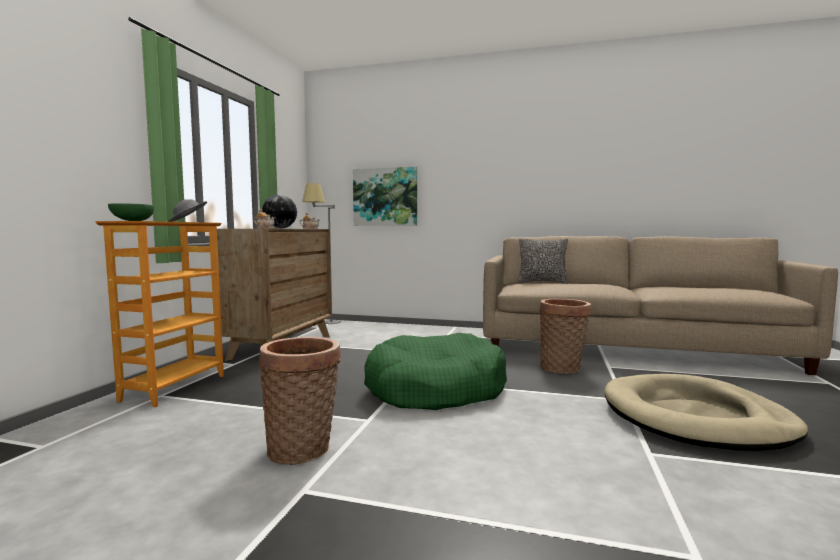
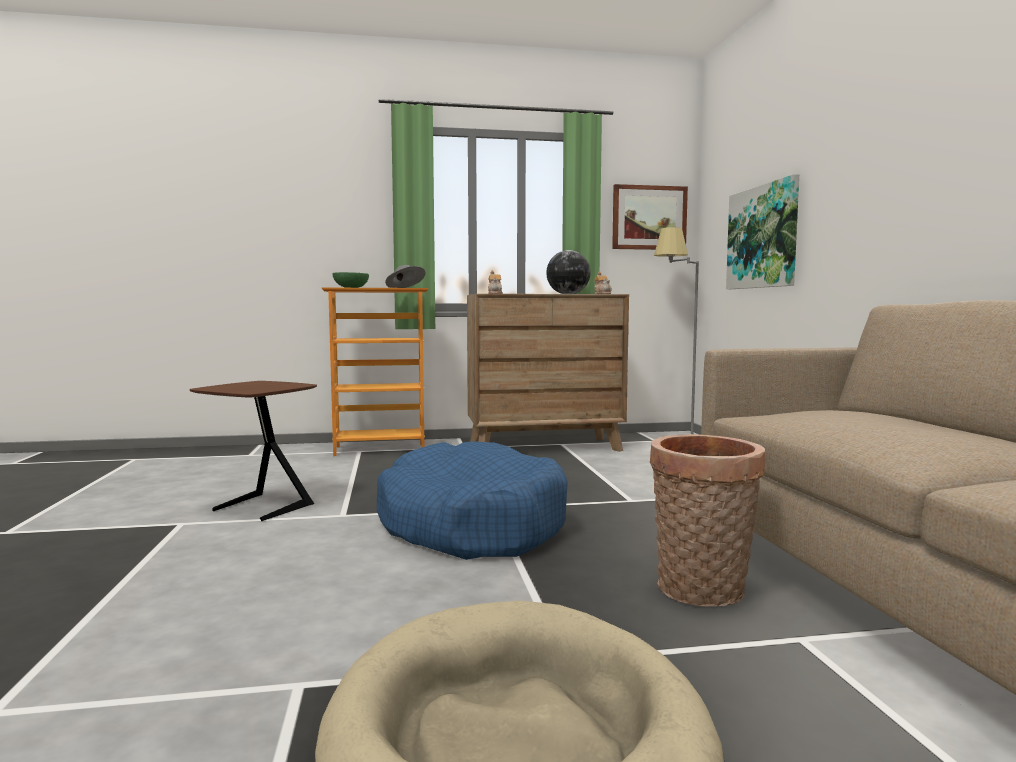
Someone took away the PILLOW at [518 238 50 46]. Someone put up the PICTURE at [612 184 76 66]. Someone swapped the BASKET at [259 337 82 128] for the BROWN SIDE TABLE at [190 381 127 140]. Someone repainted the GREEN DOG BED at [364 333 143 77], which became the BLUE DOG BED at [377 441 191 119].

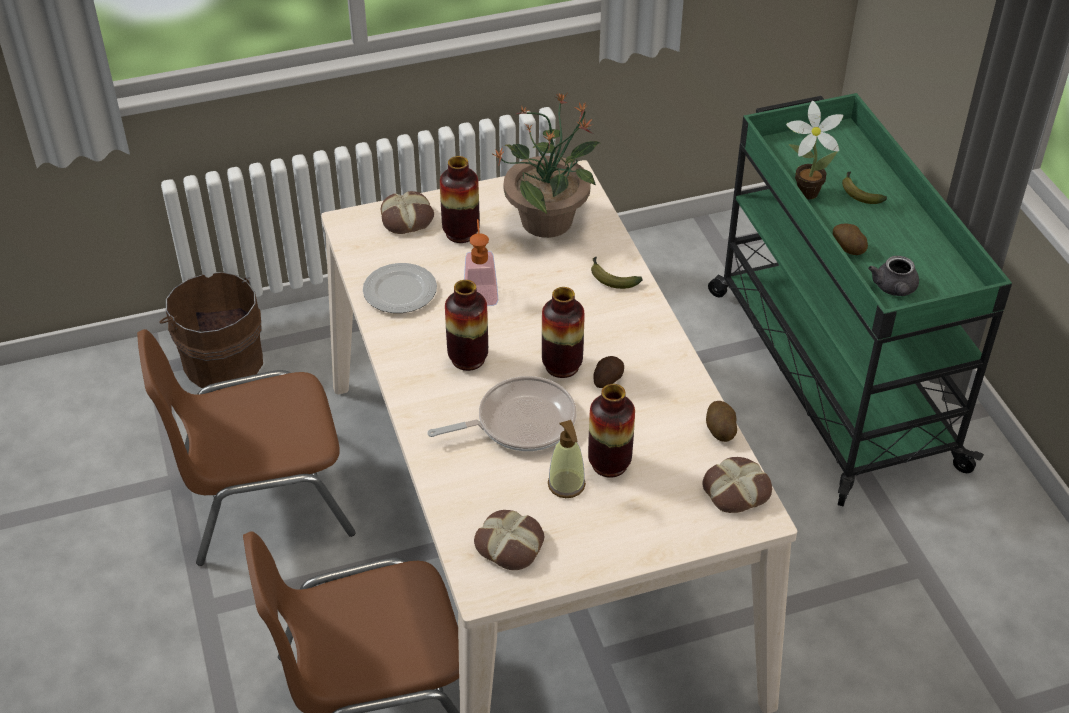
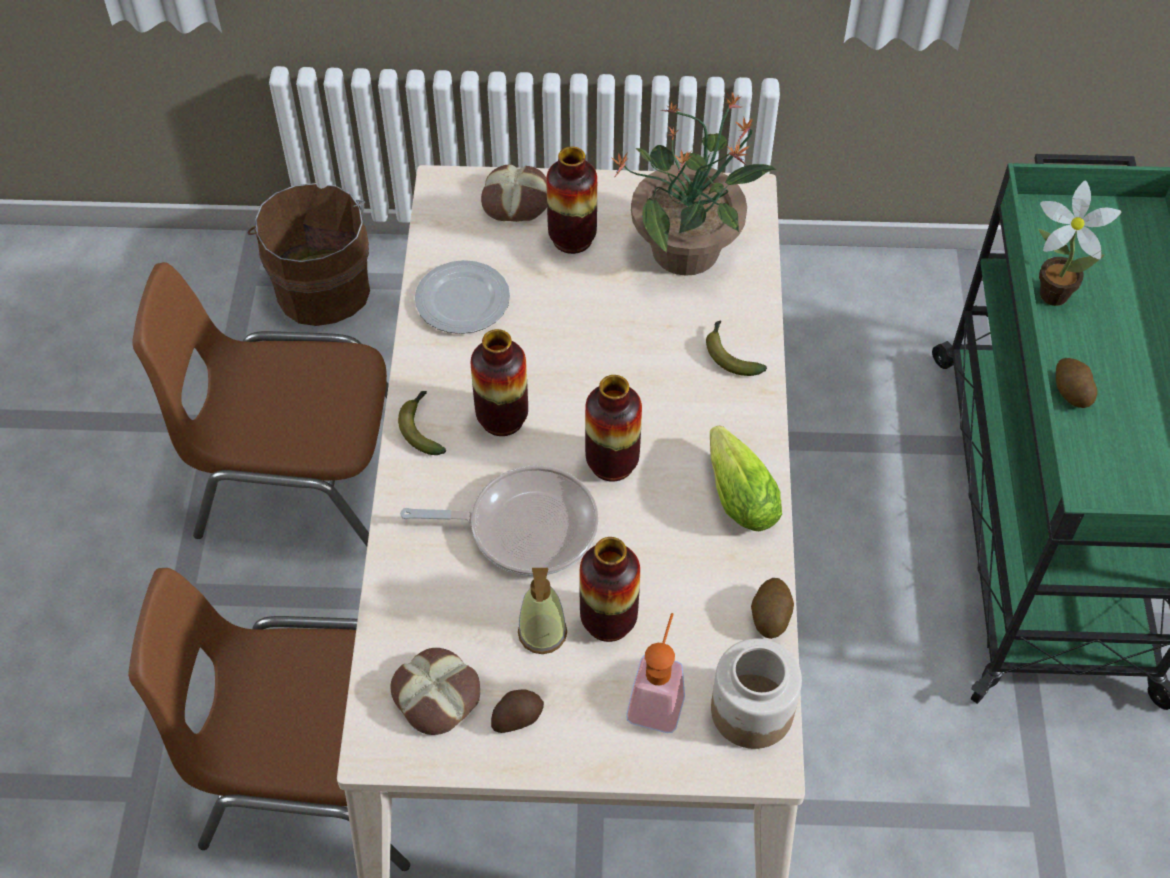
Someone took away the GREY TEAPOT at [868 256 51 40]. Someone put down the LETTUCE at [710 426 72 105]. Someone carried the SOAP DISPENSER from [464 219 35 87] to [626 613 59 120]. Someone carried the POTATO from [593 356 31 32] to [491 689 53 44]. Someone carried the BANANA from [842 171 45 33] to [398 391 48 64]. Someone swapped the BREAD at [702 457 70 56] for the JAR at [711 638 91 111].

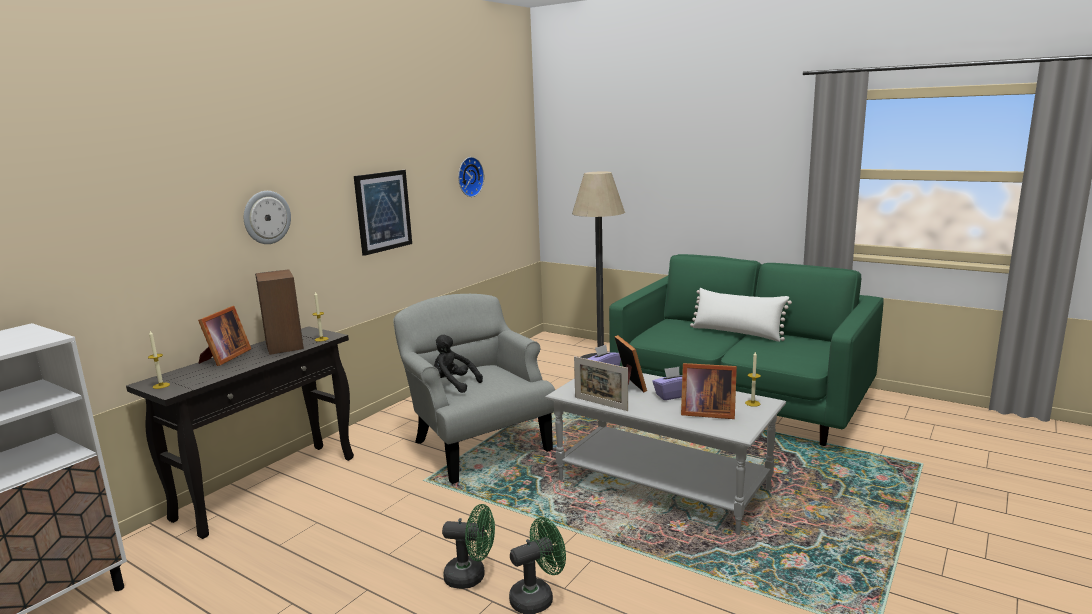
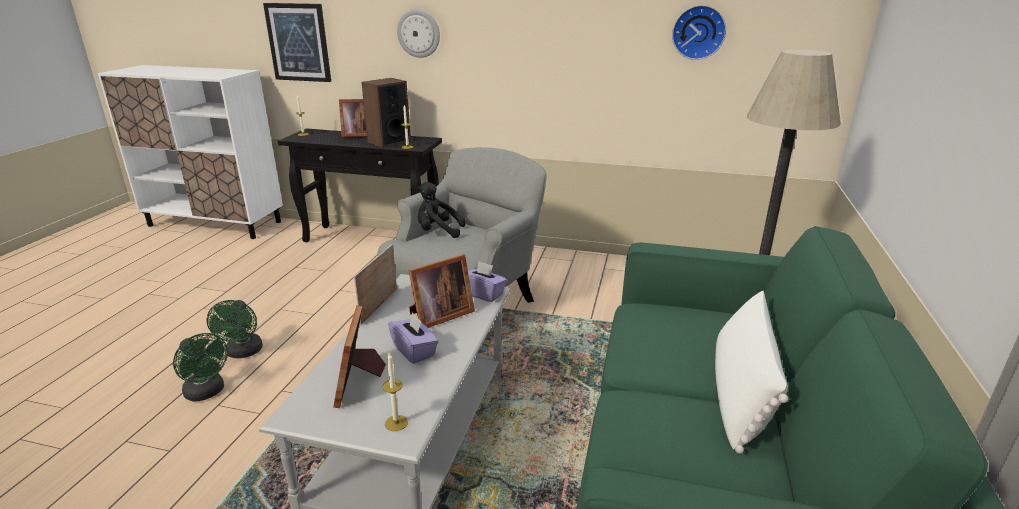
Someone carried the PICTURE from [354 170 58 86] to [263 3 68 79]. Someone rotated the BLACK PLUSH TOY at [434 335 49 58] by 90 degrees counterclockwise.

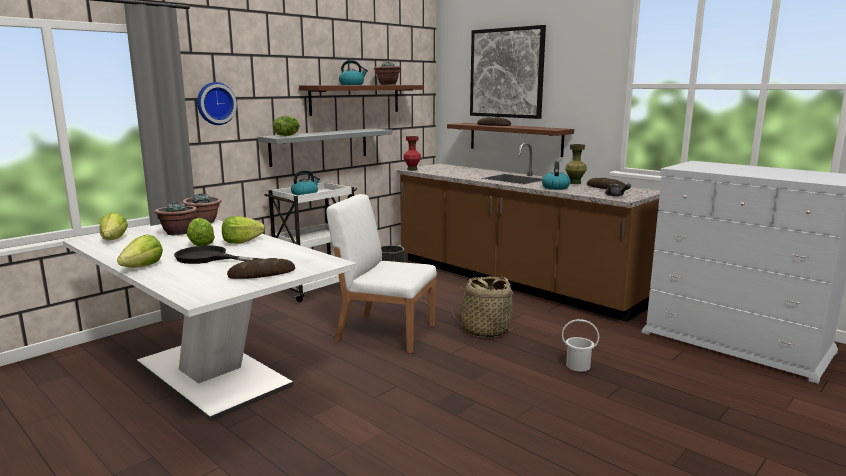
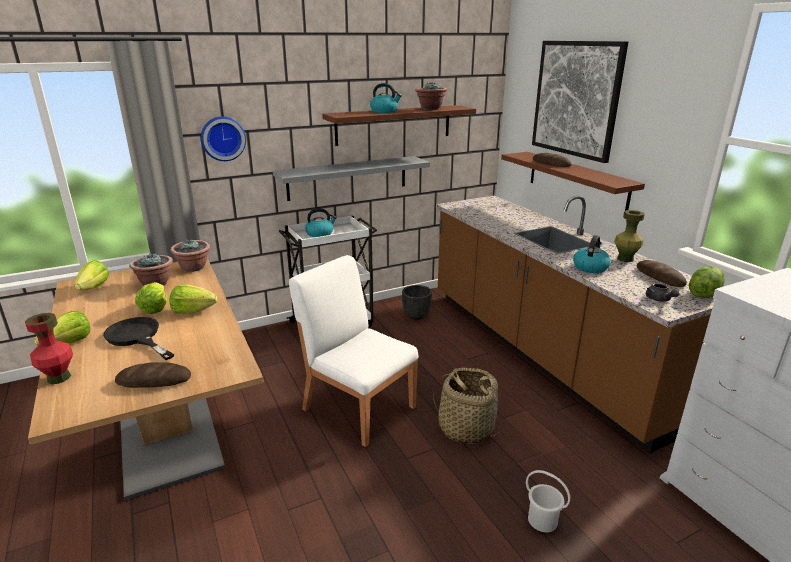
Someone carried the LETTUCE from [273 116 27 20] to [689 266 36 32]. Someone carried the RED VASE from [404 136 17 35] to [25 313 48 71]. Someone repainted the WHITE DINING TABLE at [63 219 294 202], which became the BROWN DINING TABLE at [28 258 236 243].

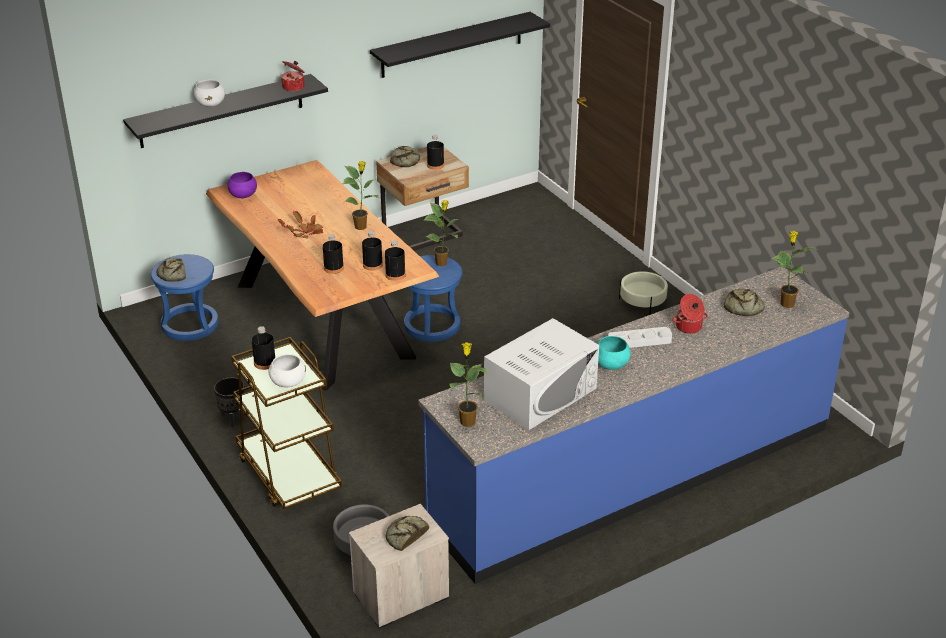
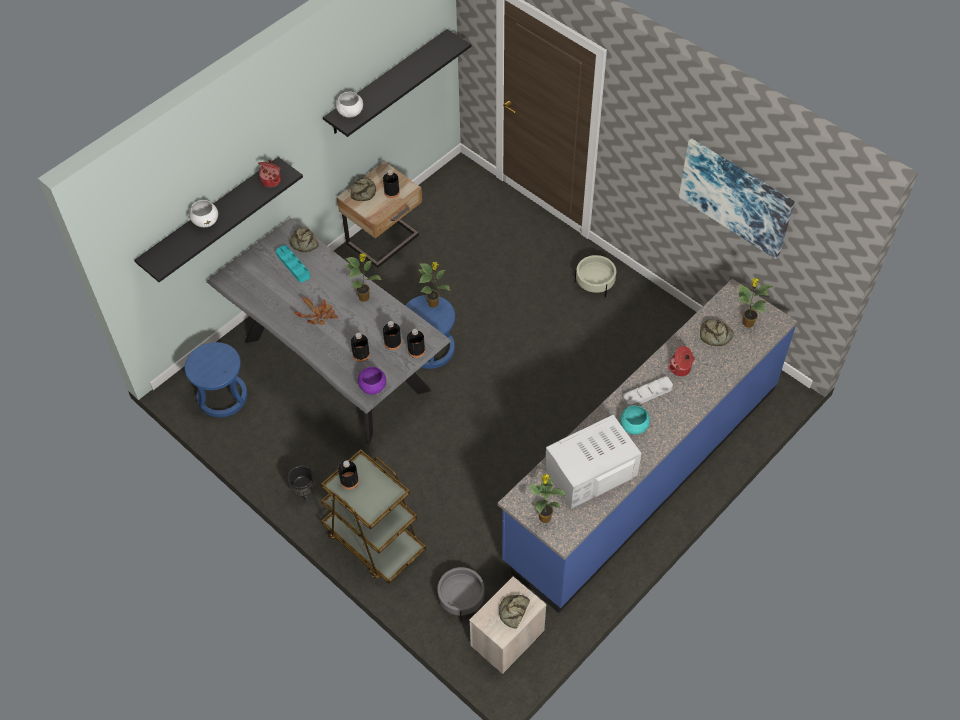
Someone put down the TURQUOISE TRAY at [276 245 34 37]. Someone put up the PICTURE at [679 138 116 121]. Someone carried the BREAD from [156 258 30 24] to [290 227 29 25]. Someone carried the PURPLE BOWL from [228 172 29 26] to [358 367 28 27]. Someone carried the WHITE BOWL from [269 354 37 33] to [336 92 27 26]. Someone repainted the BROWN DINING TABLE at [206 160 233 231], which became the GREY DINING TABLE at [207 218 244 227]. Someone rotated the WHITE MICROWAVE at [484 318 115 112] by 150 degrees counterclockwise.

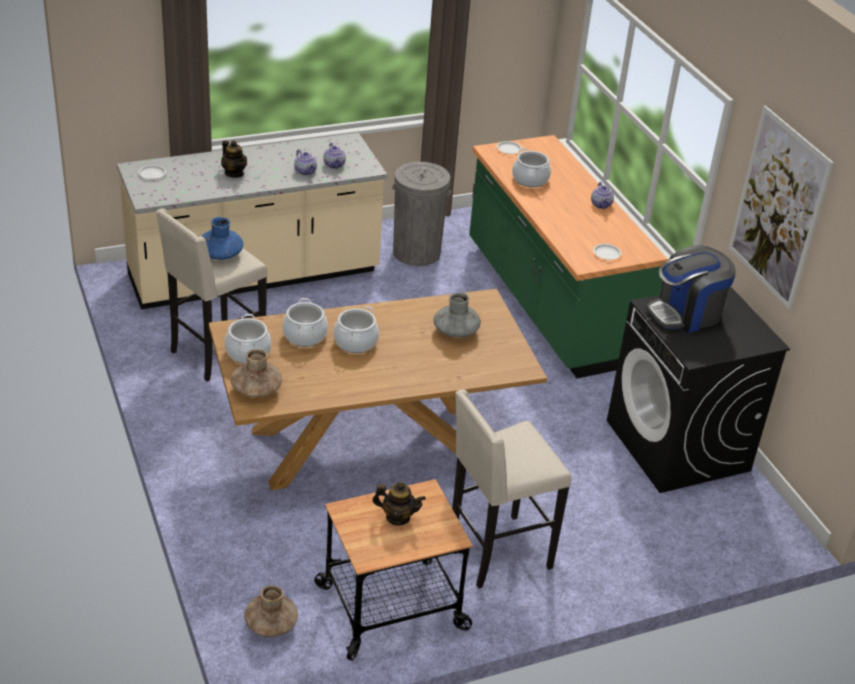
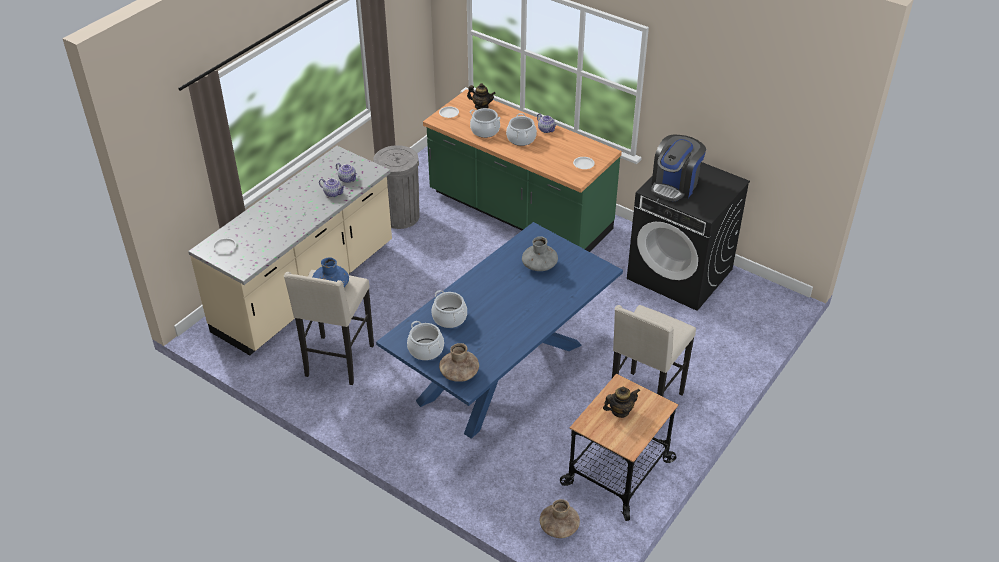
Someone took away the PICTURE at [728 106 106 204]. Someone carried the TEAPOT from [221 140 26 38] to [467 83 29 26]. Someone carried the COOKING POT from [333 306 46 47] to [506 113 31 33]. Someone repainted the BROWN DINING TABLE at [209 289 338 201], which became the BLUE DINING TABLE at [376 222 247 217].

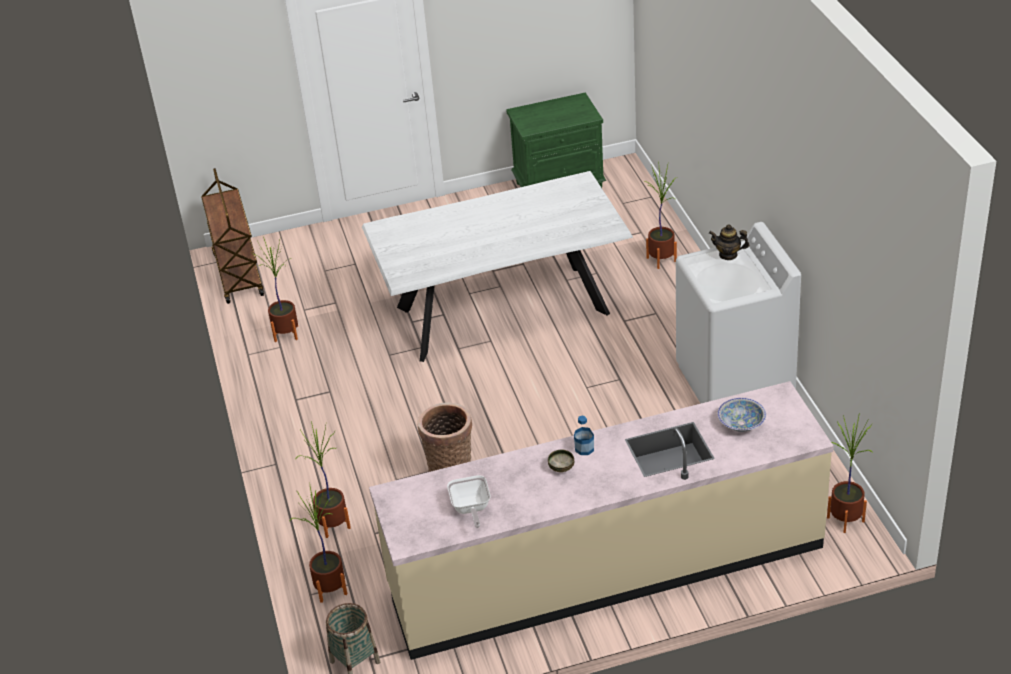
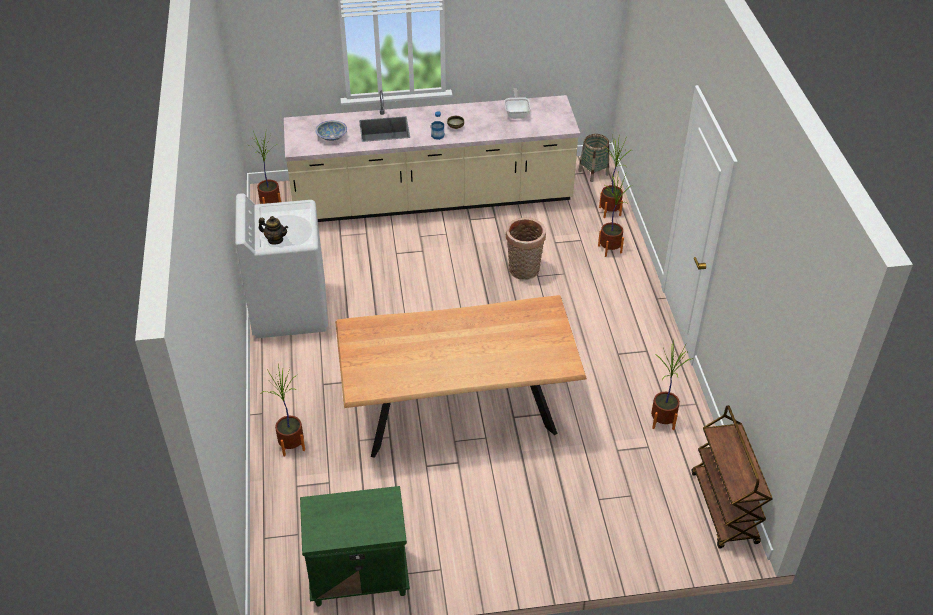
Someone repainted the WHITE DINING TABLE at [362 171 271 191], which became the BROWN DINING TABLE at [335 295 252 163].

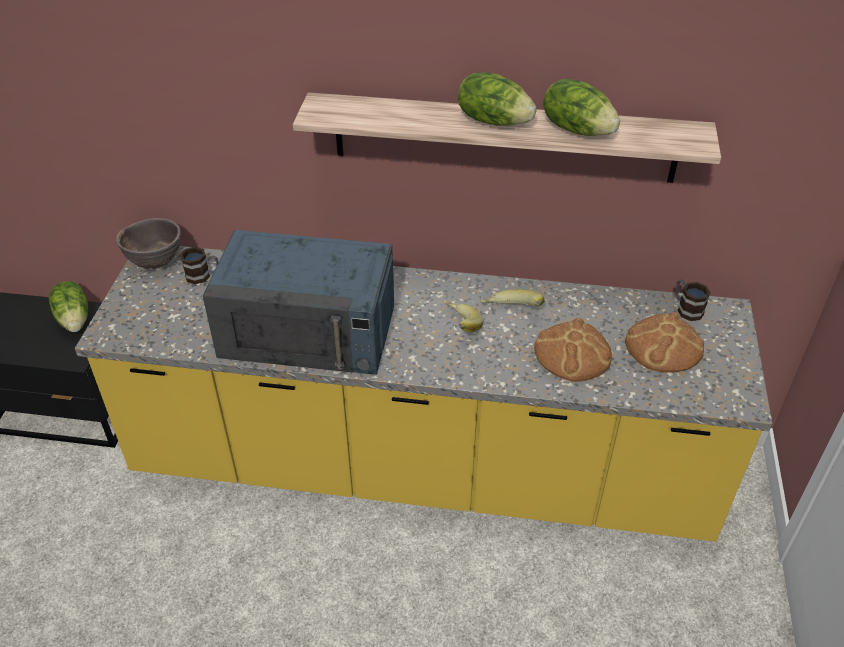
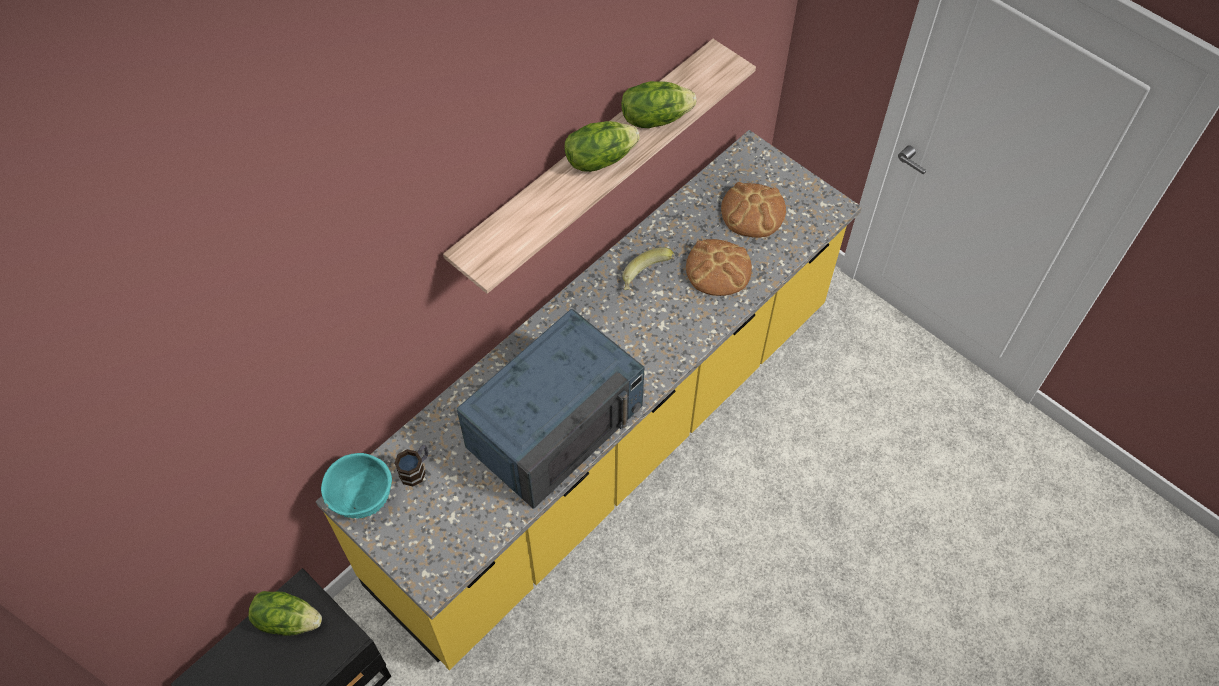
Someone took away the BANANA at [444 300 39 32]. Someone took away the MUG at [675 279 36 42]. Someone repainted the BROWN BOWL at [116 218 65 51], which became the TURQUOISE BOWL at [321 453 71 66].

